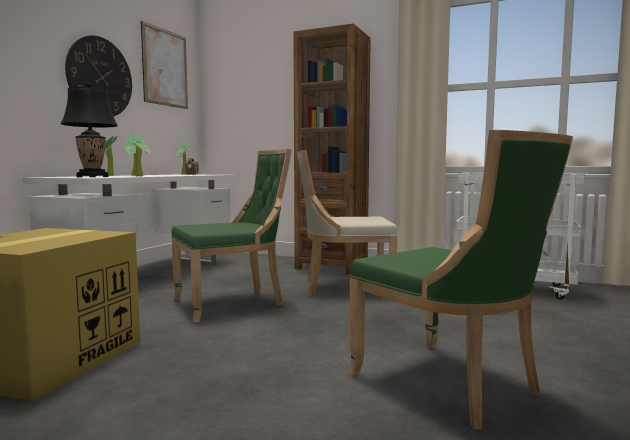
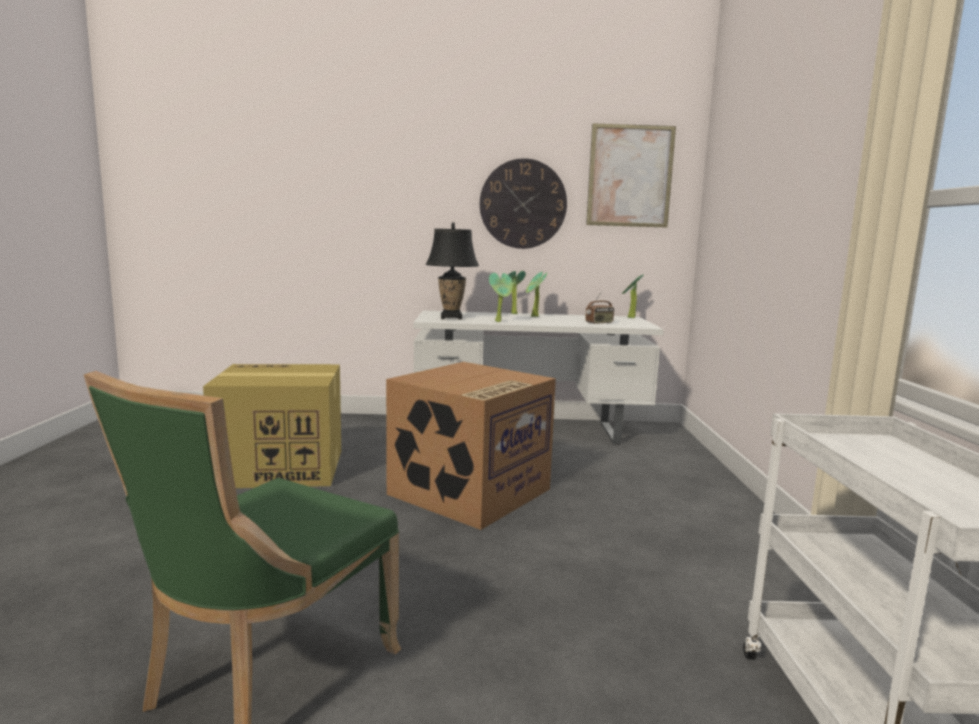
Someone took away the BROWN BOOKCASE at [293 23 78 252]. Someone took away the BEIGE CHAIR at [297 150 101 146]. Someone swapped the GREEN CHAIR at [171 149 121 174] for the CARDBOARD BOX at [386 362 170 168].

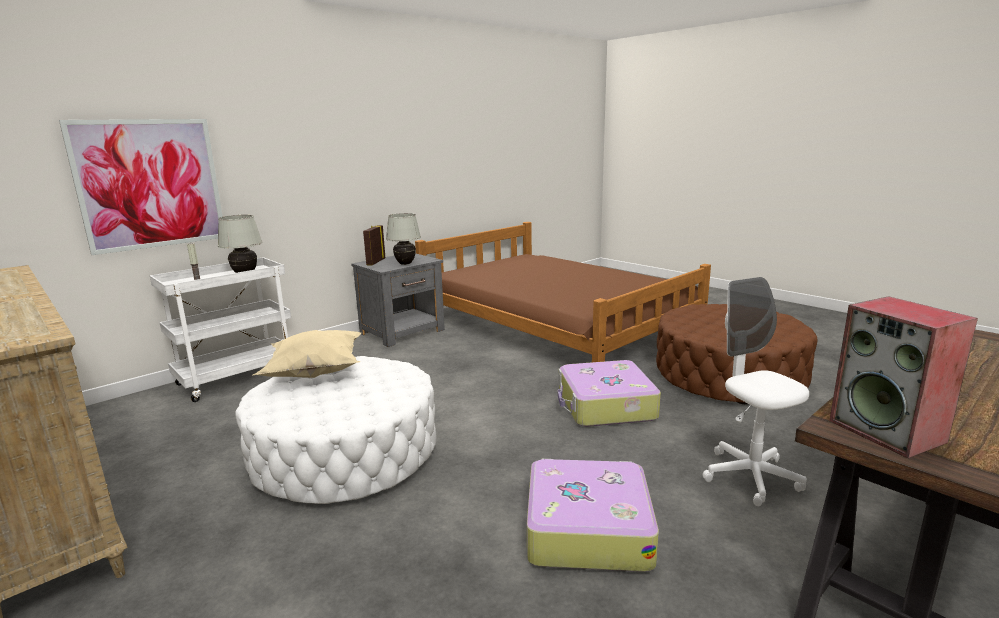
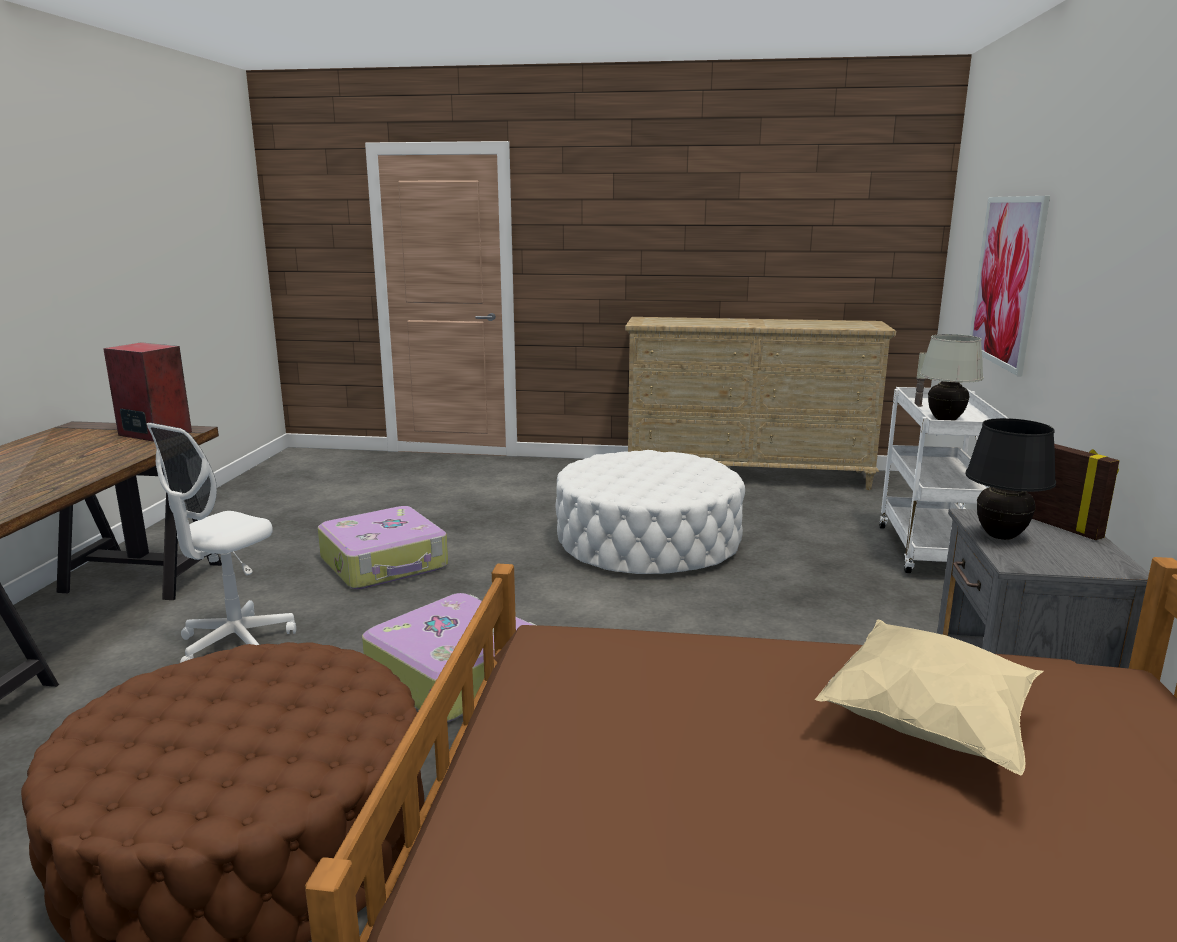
Someone carried the BEIGE PILLOW from [253 330 109 48] to [815 620 229 156]. Someone repainted the WHITE TABLE LAMP at [386 213 35 52], which became the BLACK TABLE LAMP at [965 418 91 122]. Someone rotated the WHITE OFFICE CHAIR at [703 277 106 229] by 90 degrees clockwise.

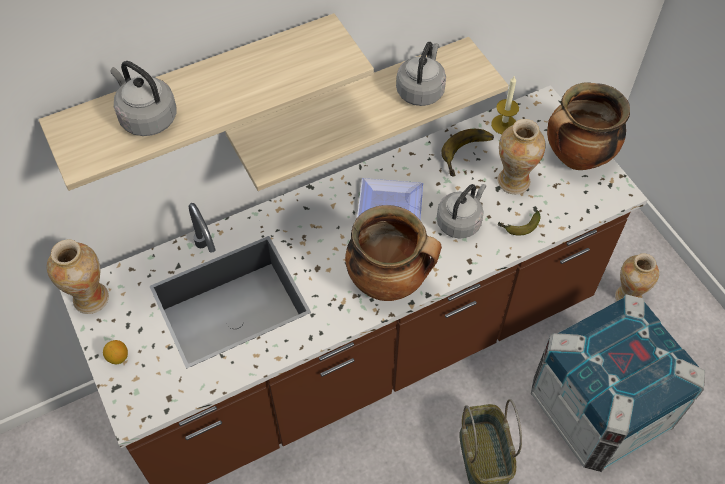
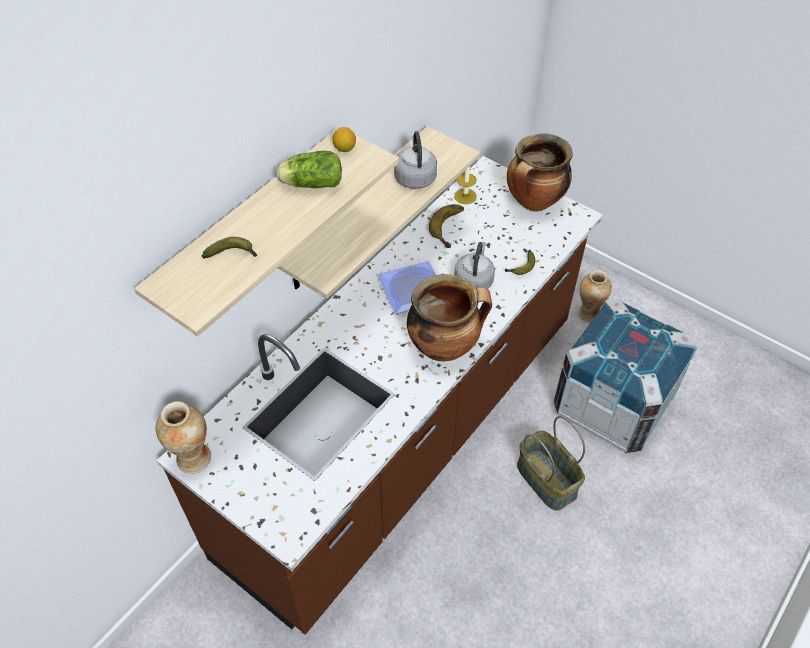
Someone took away the VASE at [498 119 48 76]. Someone put down the LETTUCE at [276 151 66 37]. Someone carried the LEMON from [103 340 25 24] to [333 127 23 25]. Someone swapped the GREY KETTLE at [111 61 65 75] for the BANANA at [202 237 55 21].

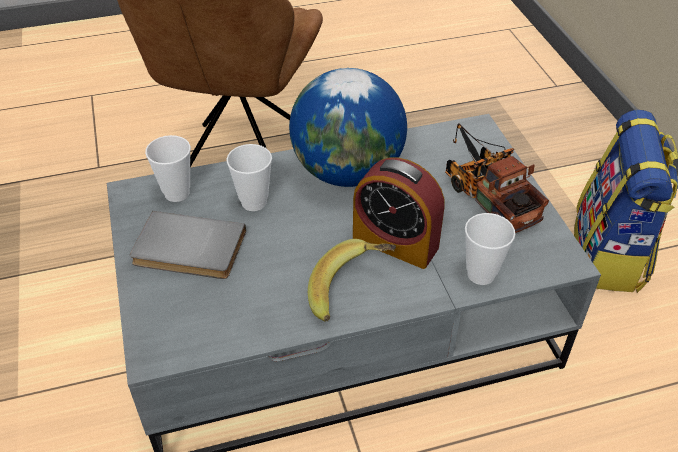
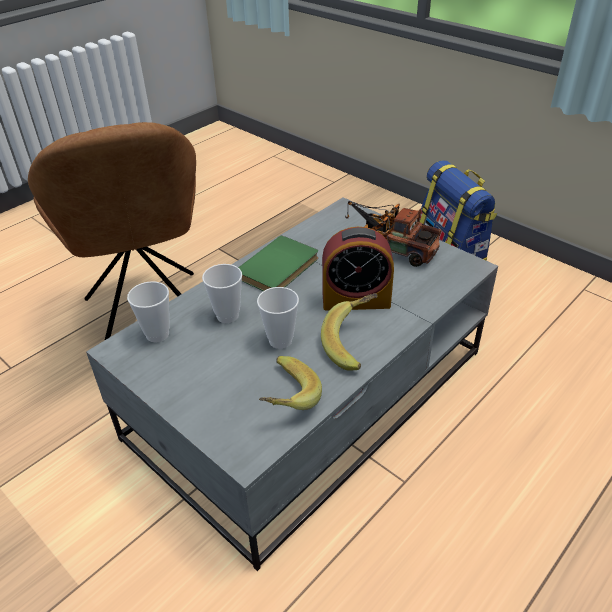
Someone took away the GREY BOOK at [130 211 116 68]. Someone put down the BANANA at [259 356 63 54]. Someone carried the CUP from [465 213 50 72] to [257 287 42 62]. Someone swapped the GLOBE at [289 68 118 119] for the GREEN BOOK at [238 235 80 56].

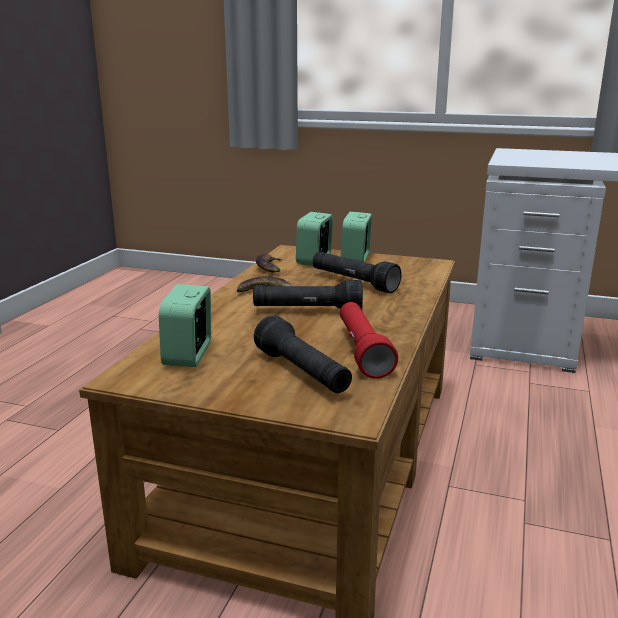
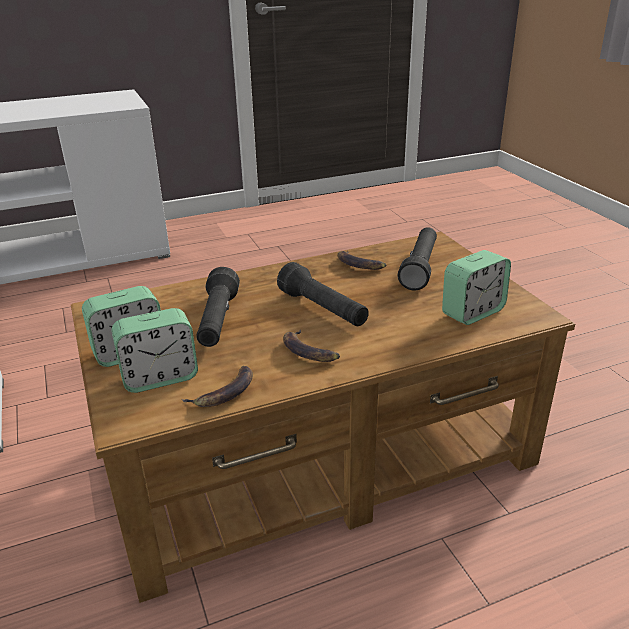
Someone swapped the RED FLASHLIGHT at [340 302 58 77] for the BANANA at [337 251 49 19].

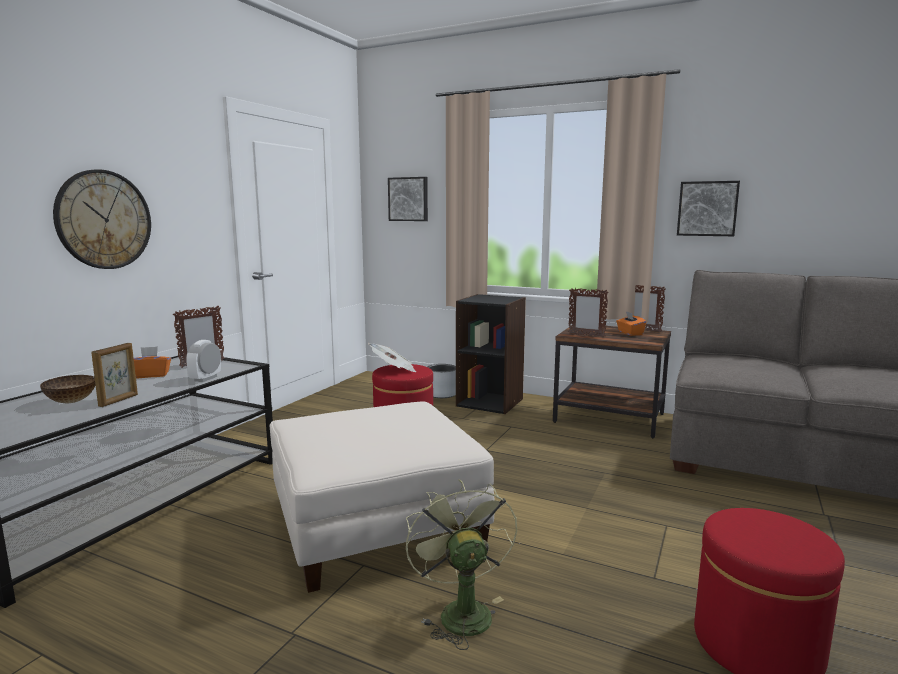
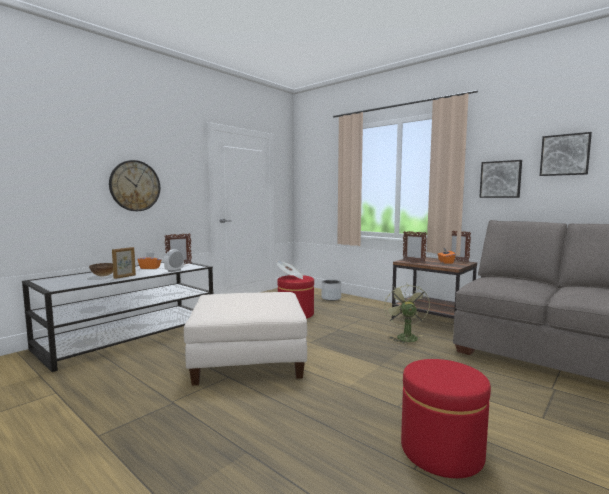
Someone took away the BLACK BOOKCASE at [456 294 70 120]. Someone carried the PICTURE from [388 177 40 44] to [540 132 52 44]. Someone carried the GREEN FAN from [406 479 111 171] to [384 283 46 61].

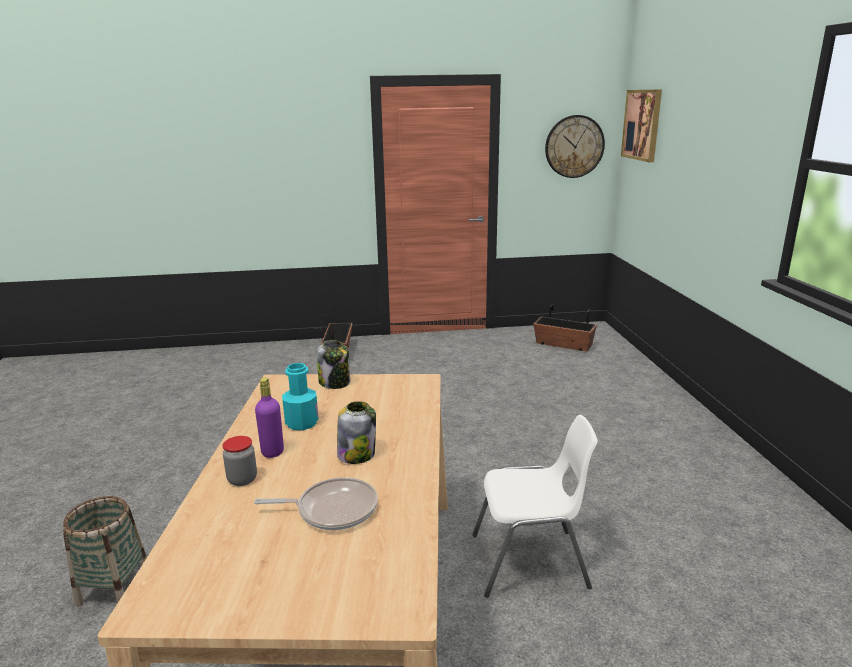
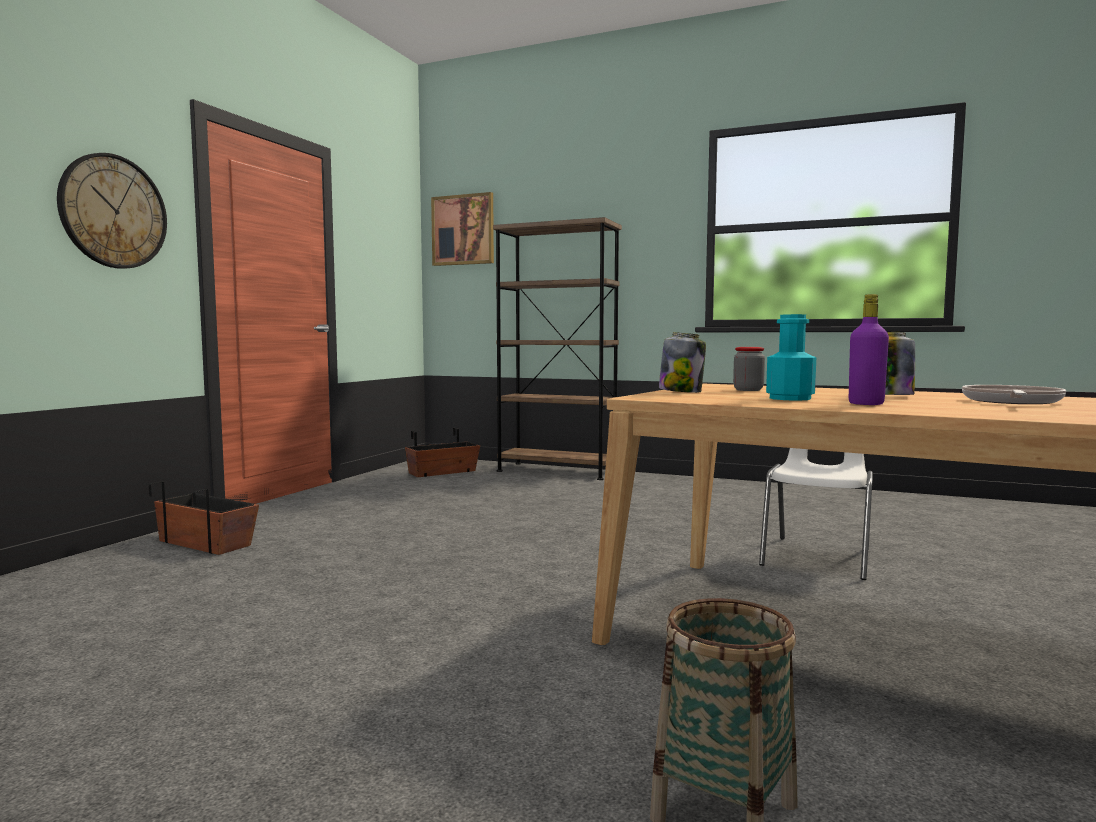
Someone put down the BROWN BOOKCASE at [493 217 129 263]. Someone carried the JAR from [223 436 34 50] to [733 347 32 44]. Someone carried the WALL CLOCK from [545 115 60 63] to [57 153 110 116].

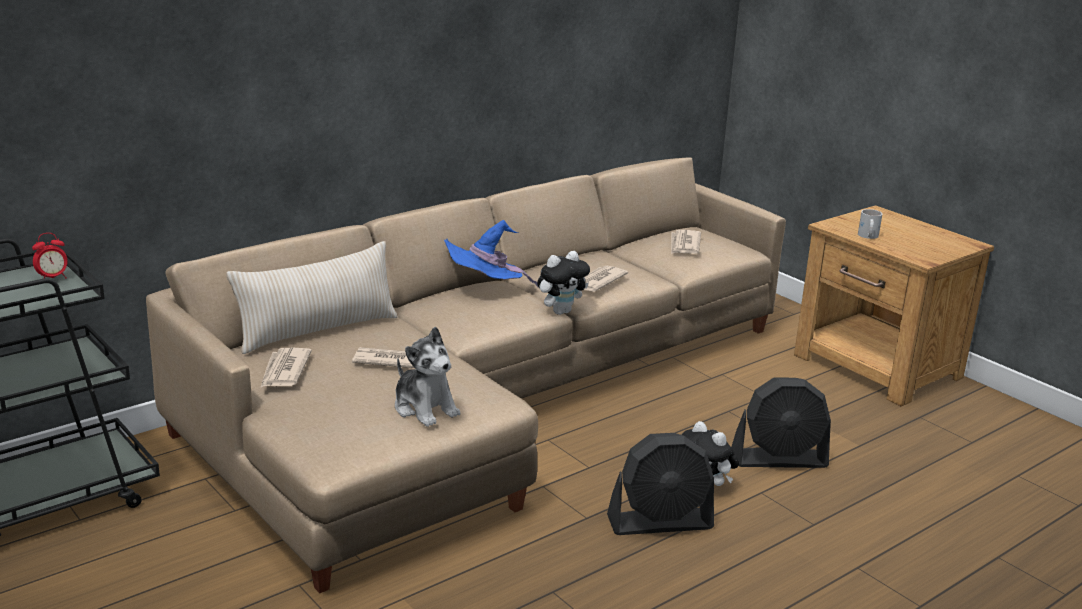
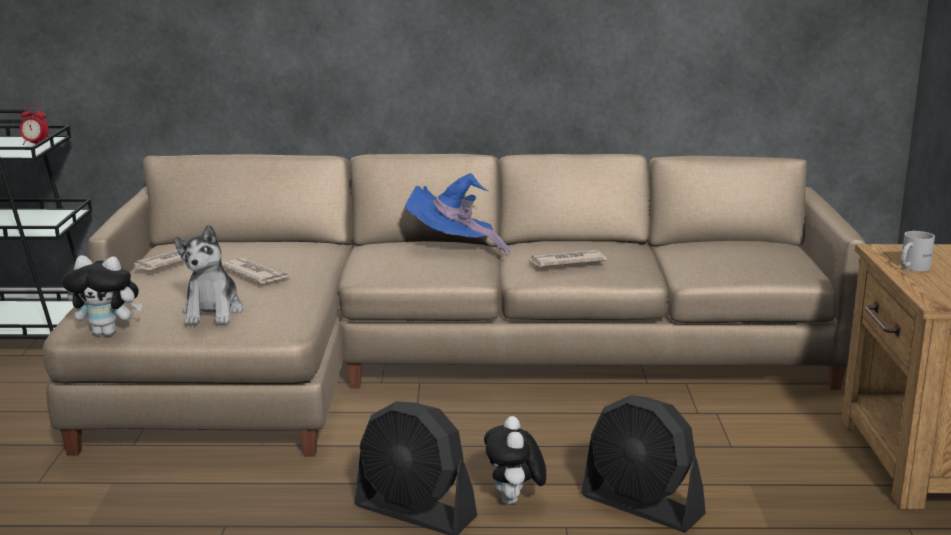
Someone took away the BEIGE PILLOW at [226 241 171 113]. Someone took away the NEWSPAPER at [671 230 30 24]. Someone carried the PLUSH TOY from [537 251 53 64] to [62 255 80 81].

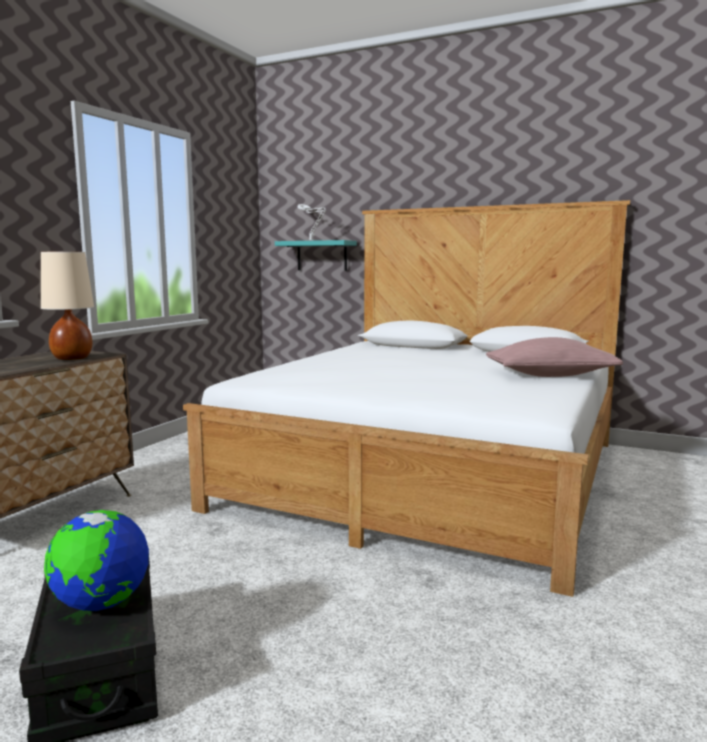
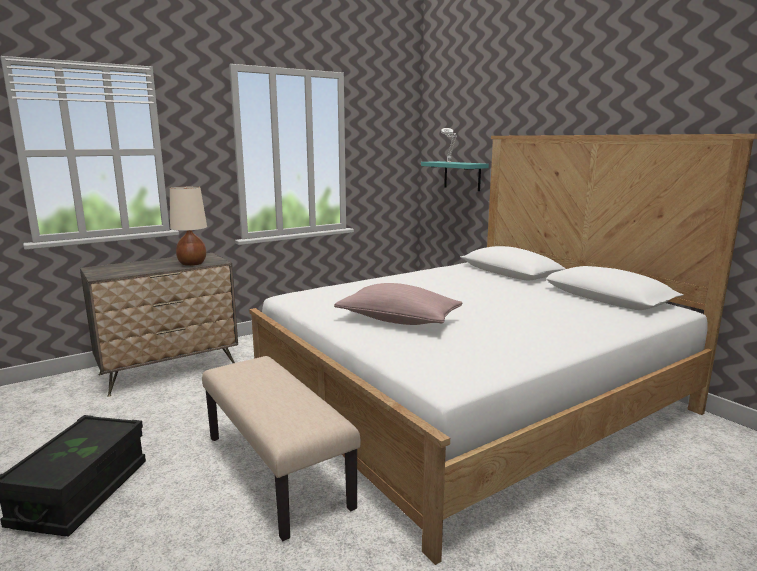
Someone took away the GLOBE at [44 510 105 101]. Someone put down the BEIGE BENCH at [202 356 159 185]. Someone carried the PINK PILLOW from [486 337 137 40] to [334 283 128 42].

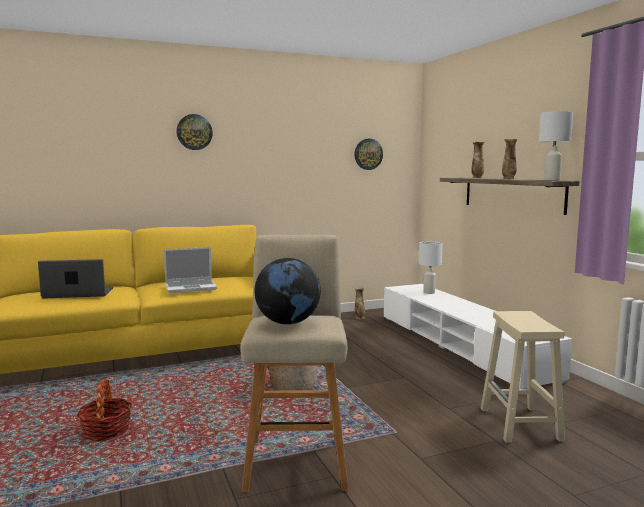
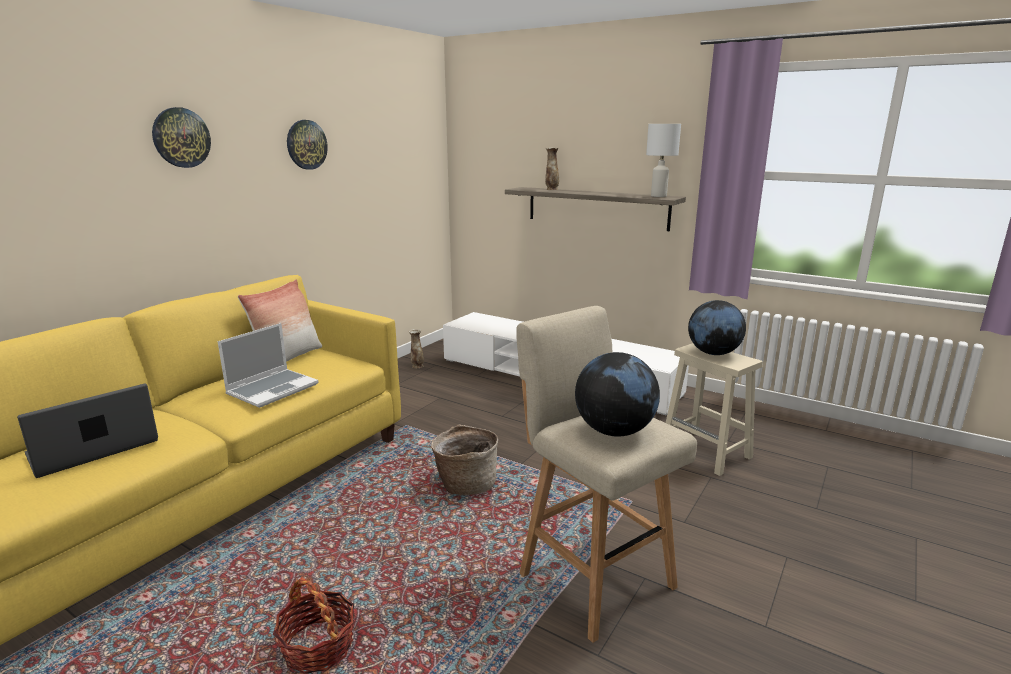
Someone took away the WHITE TABLE LAMP at [419 241 24 53]. Someone took away the VASE at [502 139 16 40]. Someone put down the PILLOW at [238 279 84 83]. Someone put down the GLOBE at [688 300 58 55]. Someone carried the WALL CLOCK from [354 139 29 31] to [287 120 41 50].

